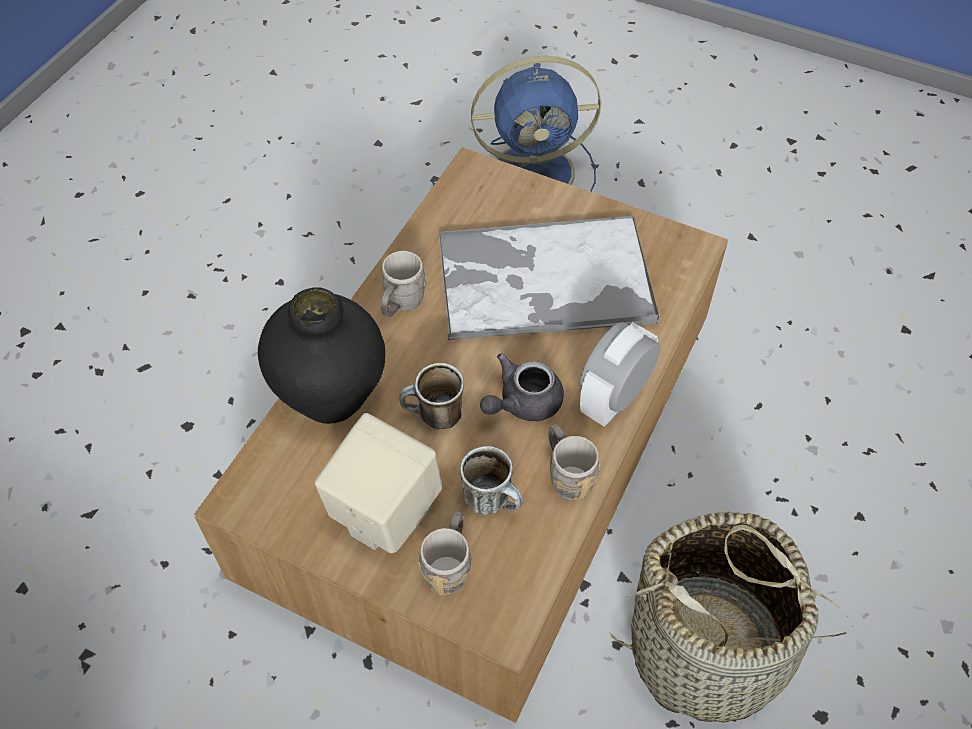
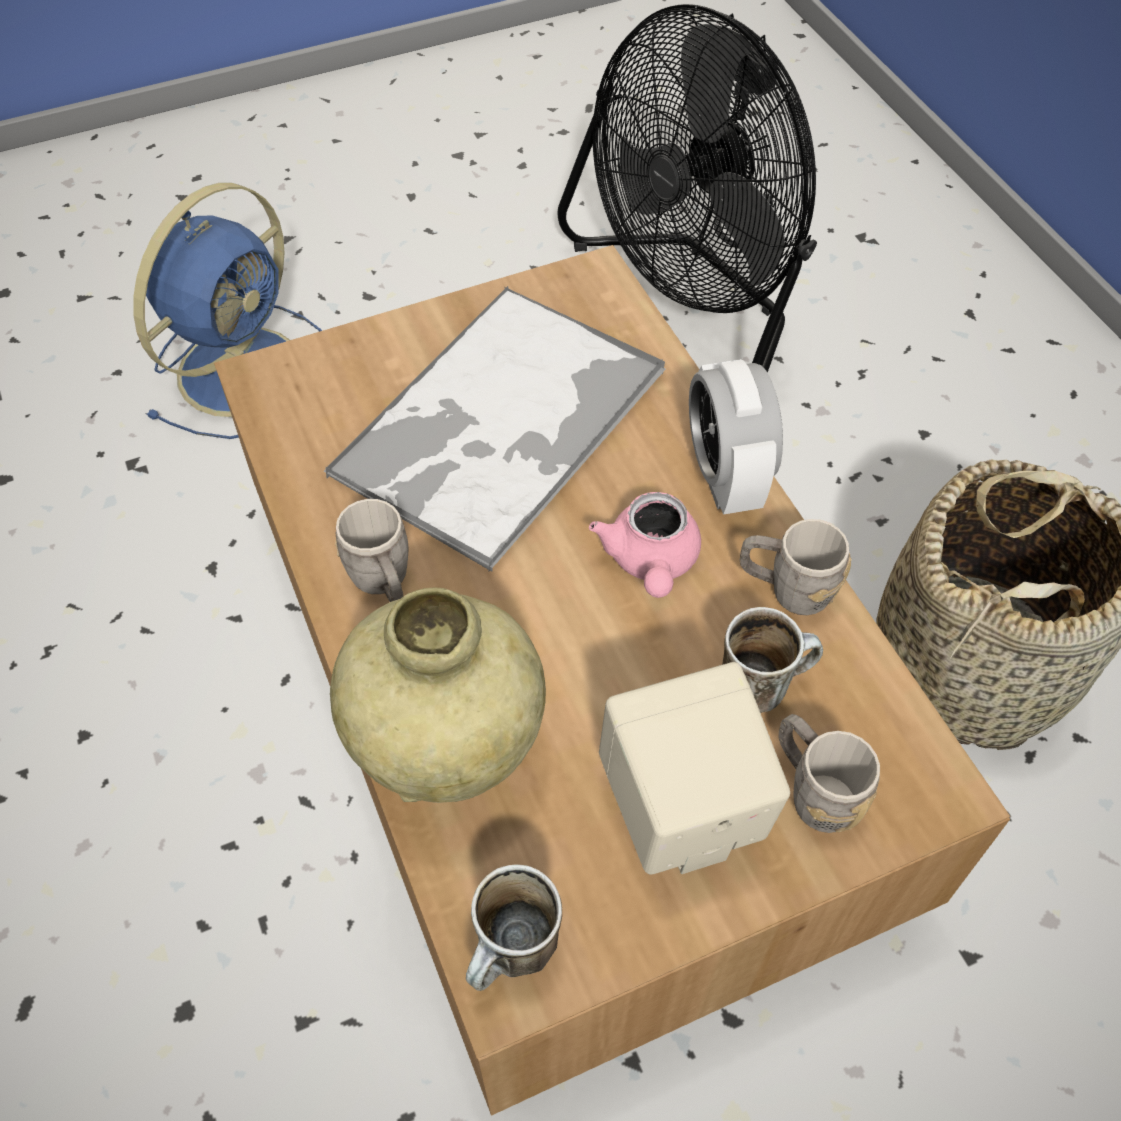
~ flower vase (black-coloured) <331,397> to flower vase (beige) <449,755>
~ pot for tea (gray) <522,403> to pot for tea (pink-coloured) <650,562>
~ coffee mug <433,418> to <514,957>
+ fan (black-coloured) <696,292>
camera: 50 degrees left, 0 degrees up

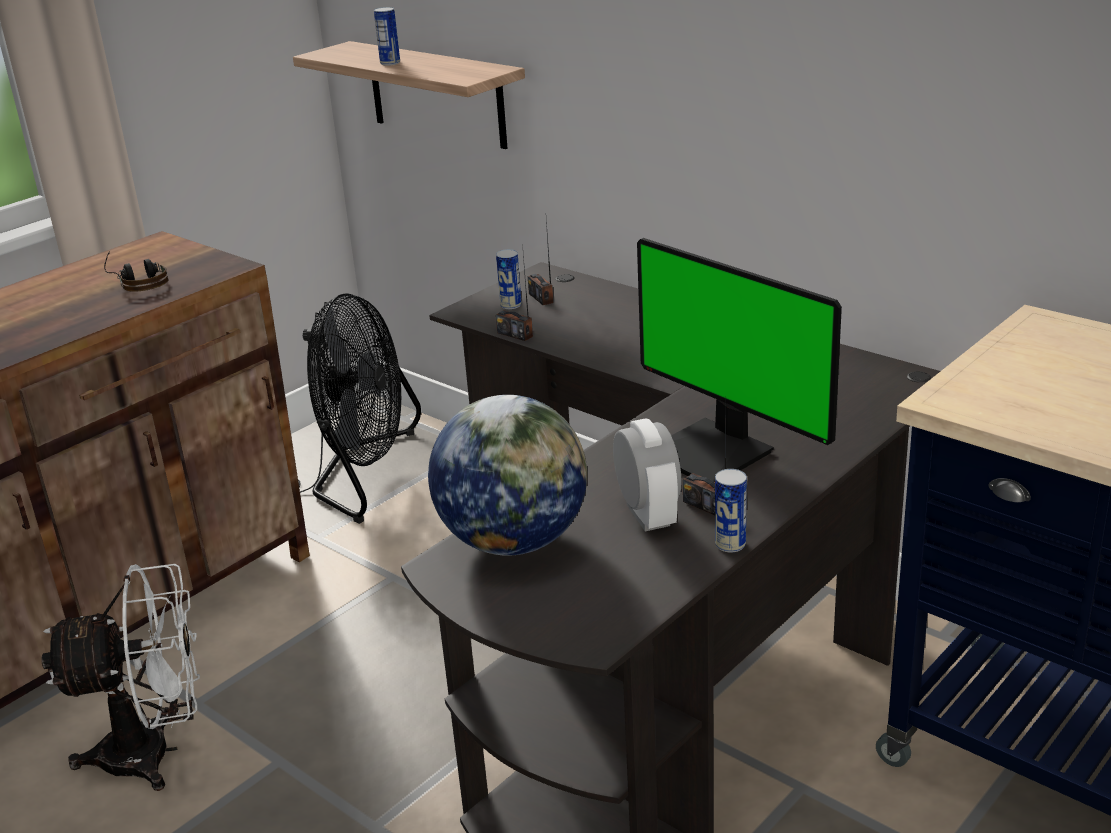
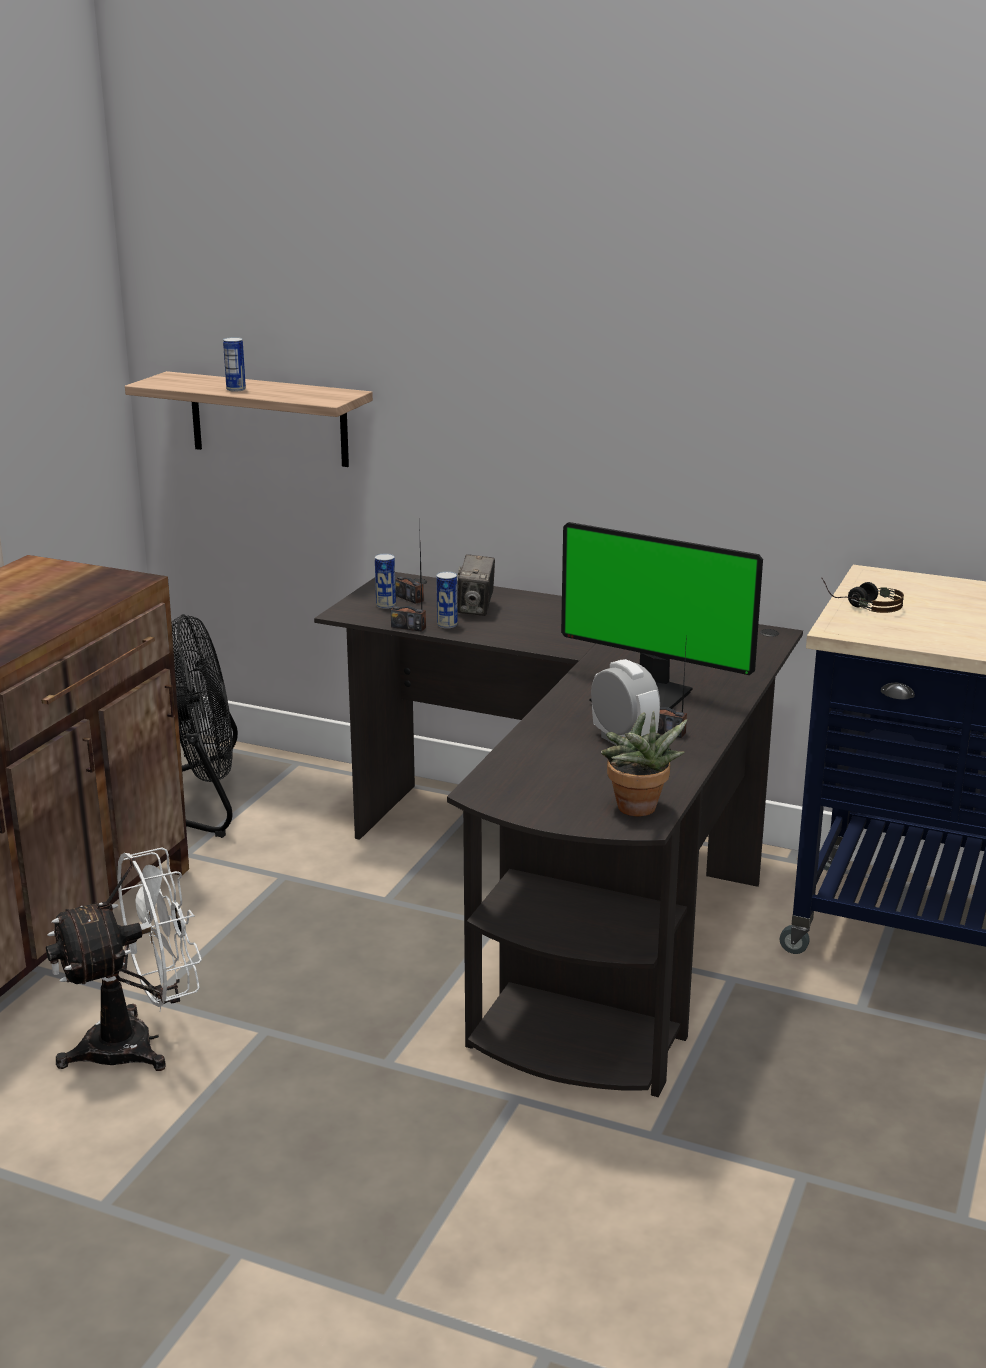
~ headset <138,281> to <861,605>
- globe <514,541>
~ metal can <730,544> to <447,625>
+ still camera <476,609>
+ plant in a pot <638,811>
camera: 20 degrees left, 5 degrees down

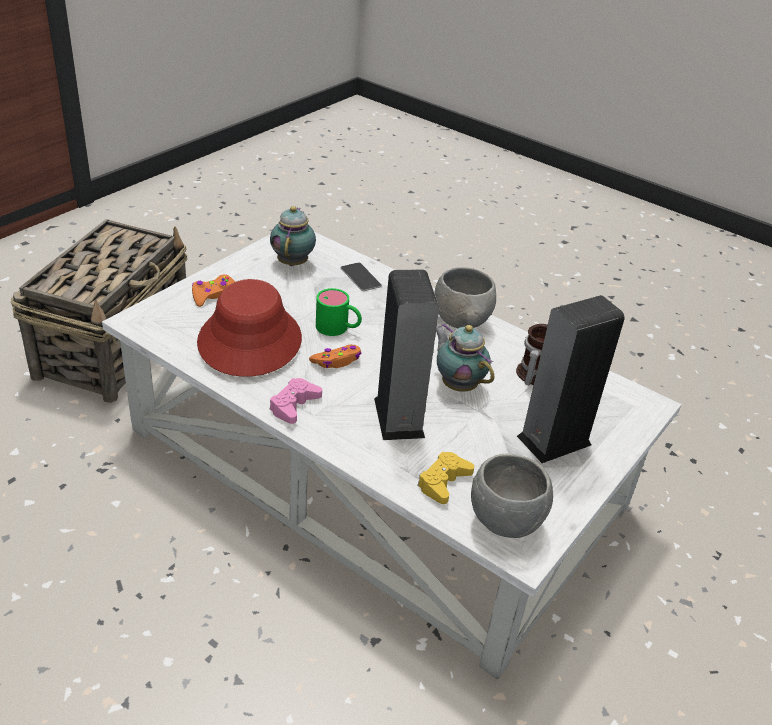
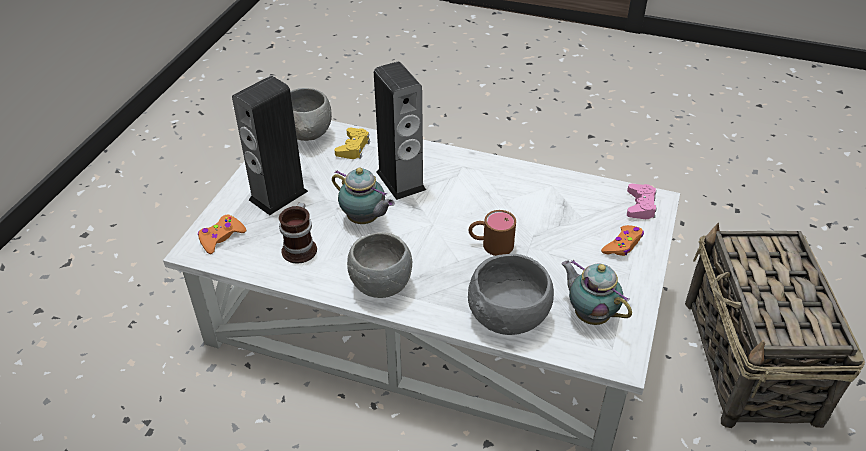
~ pot for tea <293,262> = <590,314> 150 degrees clockwise
~ phone <360,277> to deep dish (gray) <508,317>
- wearable hat (red-coloured) <249,341>
~ coffee mug (green-coloured) <338,328> to coffee mug (brownish) <490,244>
~ game controller (orangey) <337,361> to <221,238>
~ game controller (pink-coloured) <294,405> to <640,206>
camera: 165 degrees right, 5 degrees up

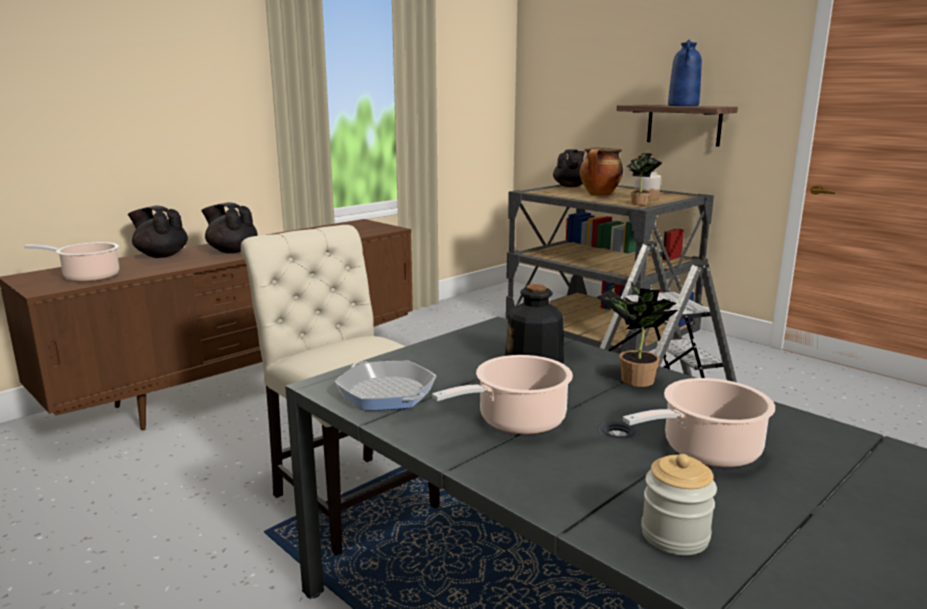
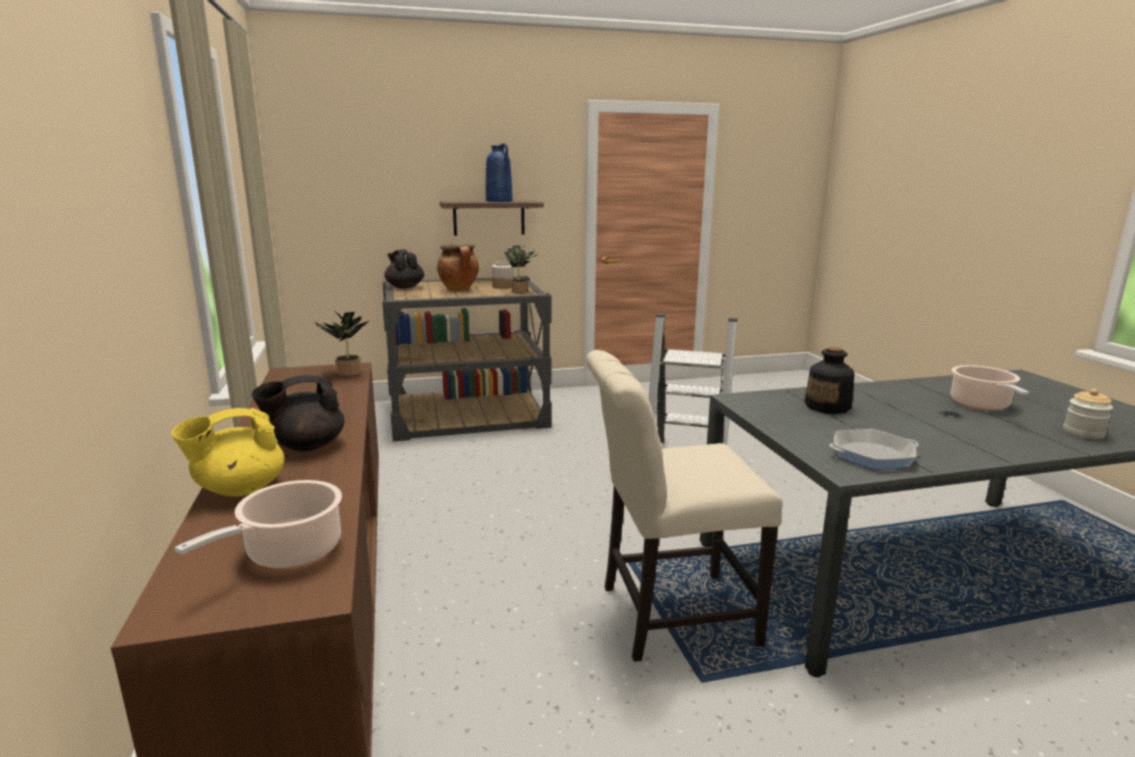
~ pot for tea (black-coloured) <161,255> to pot for tea (yellow-coloured) <239,489>
~ plant in a pot <632,379> to <346,373>
- saucepot <517,421>
camera: 60 degrees left, 0 degrees up

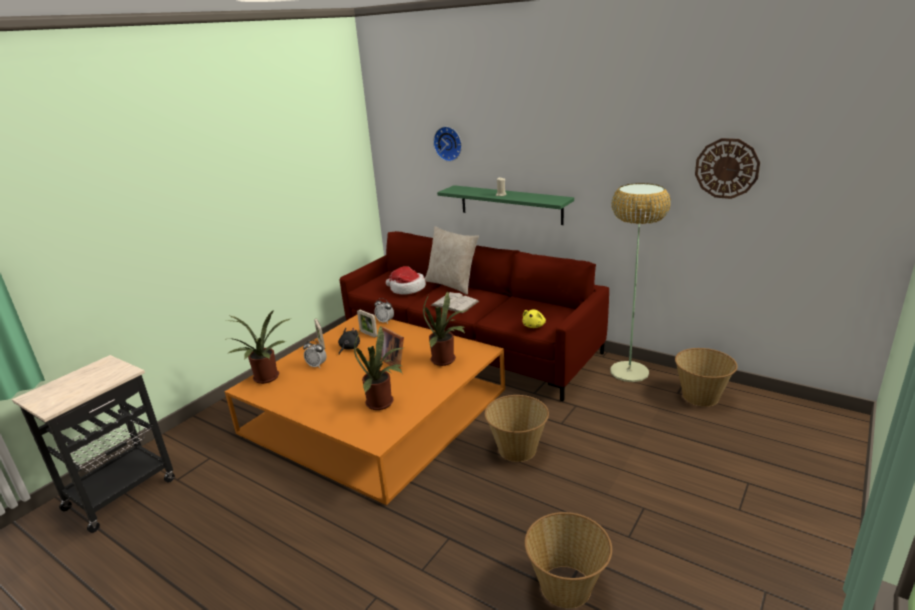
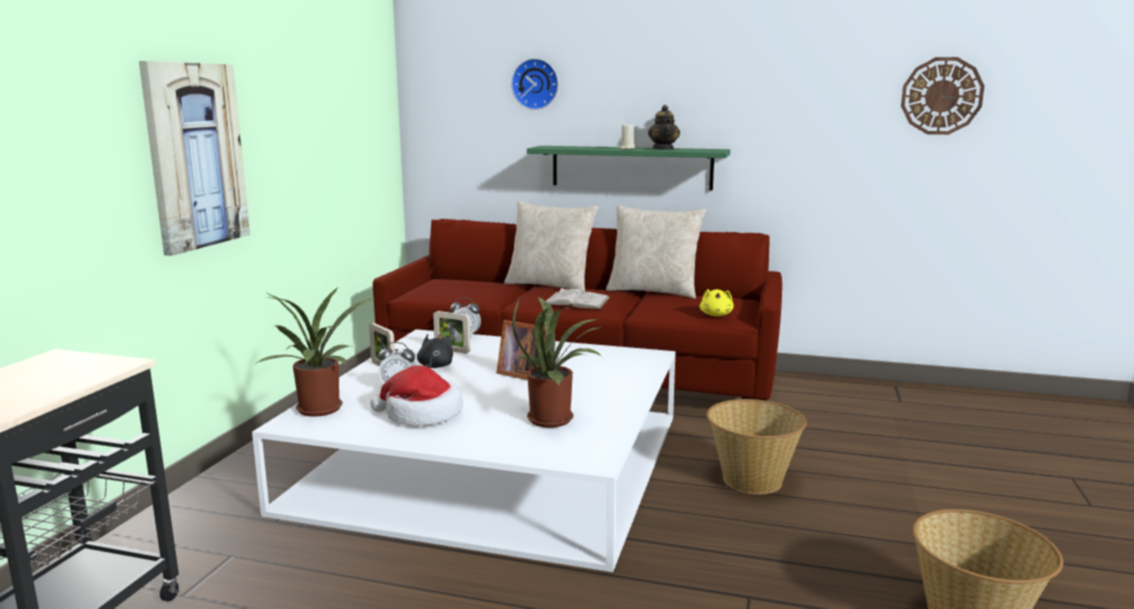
- standing lamp <629,371>
~ wearable hat <407,289> to <421,414>
- plant in a pot <446,360>
~ coffee table (orangey) <375,410> to coffee table (white-coloured) <495,460>
- basket <701,396>
+ picture <196,156>
+ pot for tea <663,149>
+ cushion (beige) <653,291>
camera: 20 degrees left, 10 degrees down

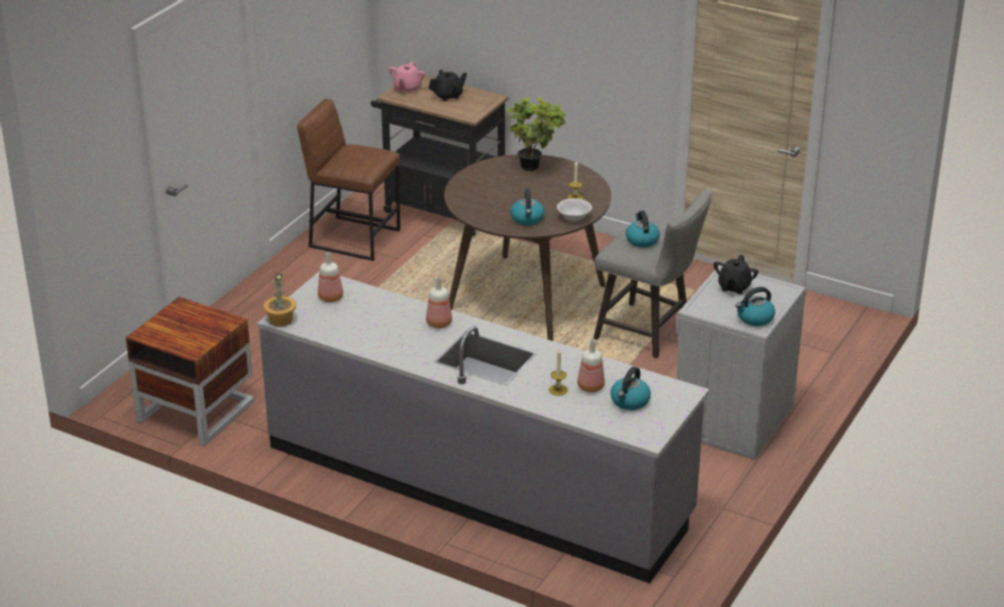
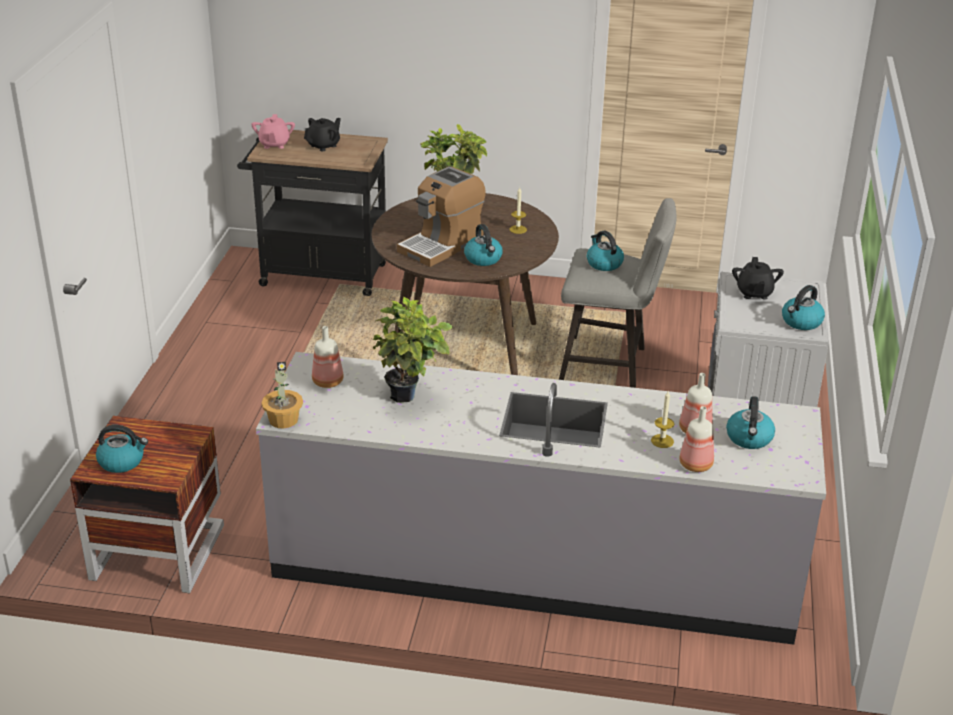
- upright chair (brownish) <353,238>
- deep dish (white-coloured) <574,218>
~ drink bottle <438,324> to <695,465>
+ coffee machine <442,244>
+ plant in a pot <409,398>
+ kettle <122,461>
camera: 20 degrees left, 0 degrees up

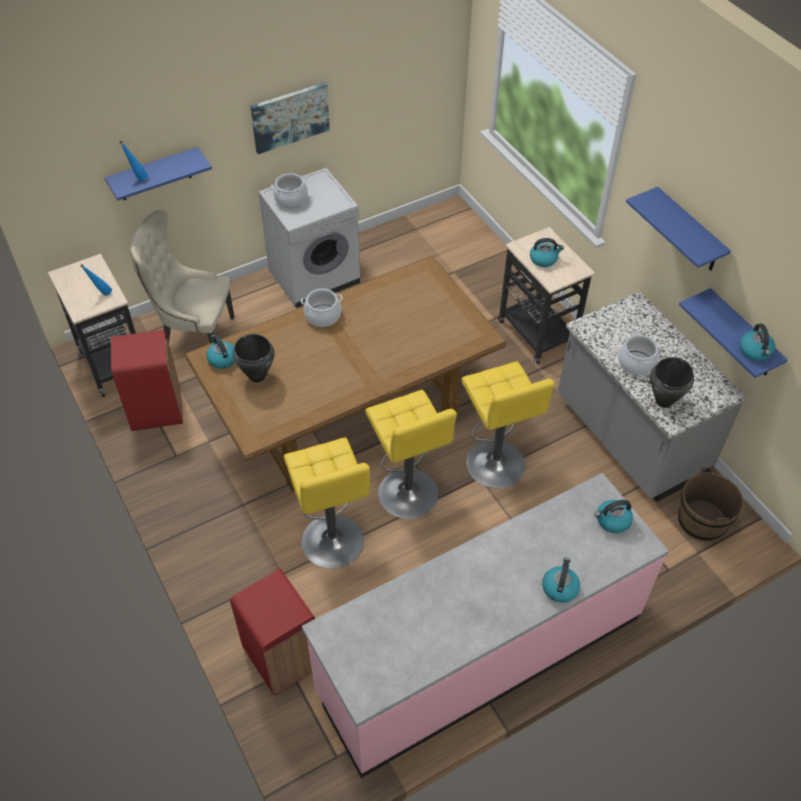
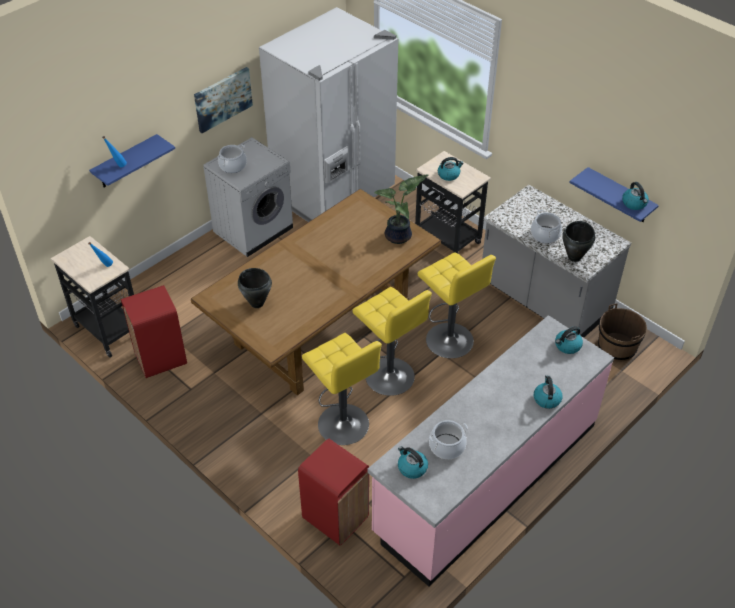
- bracket shelf (blue) <689,231>
- upright chair (beige) <196,336>
~ saucepot <323,316> to <447,446>
~ kettle <222,359> to <412,468>
+ fridge (white-coloured) <334,193>
+ plant in a pot <400,236>
camera: 15 degrees left, 5 degrees down

